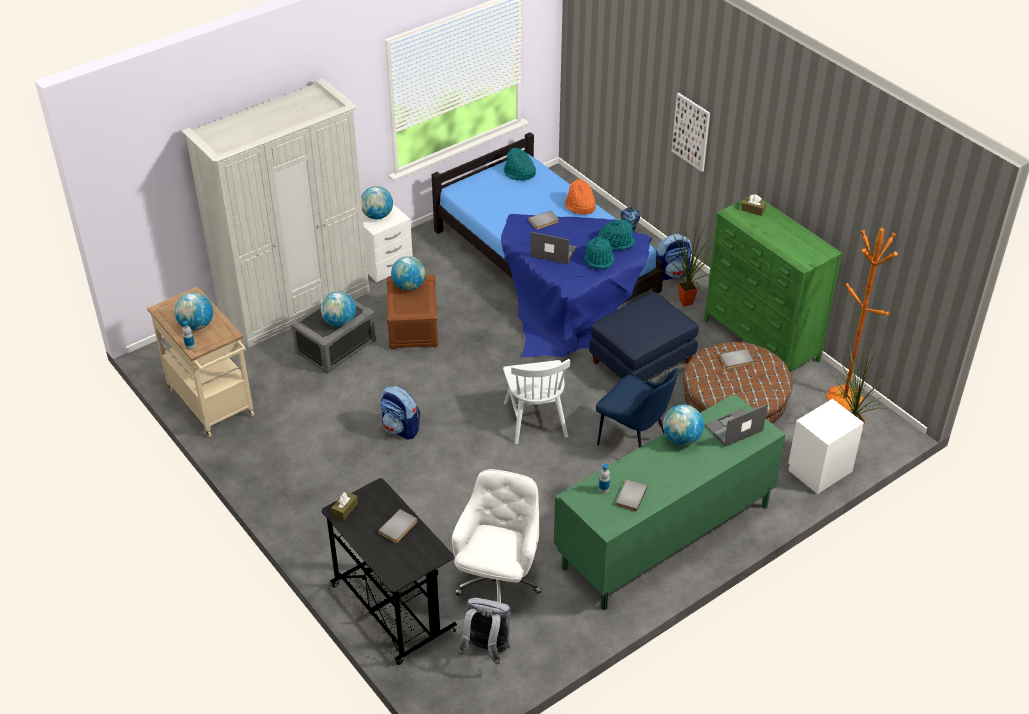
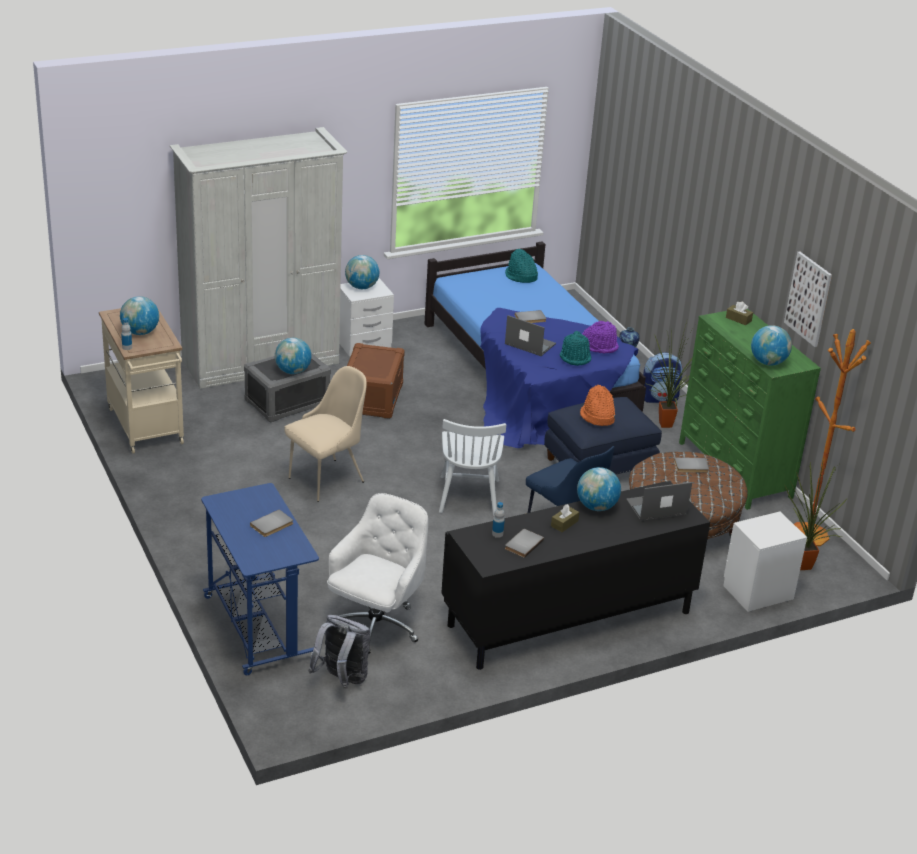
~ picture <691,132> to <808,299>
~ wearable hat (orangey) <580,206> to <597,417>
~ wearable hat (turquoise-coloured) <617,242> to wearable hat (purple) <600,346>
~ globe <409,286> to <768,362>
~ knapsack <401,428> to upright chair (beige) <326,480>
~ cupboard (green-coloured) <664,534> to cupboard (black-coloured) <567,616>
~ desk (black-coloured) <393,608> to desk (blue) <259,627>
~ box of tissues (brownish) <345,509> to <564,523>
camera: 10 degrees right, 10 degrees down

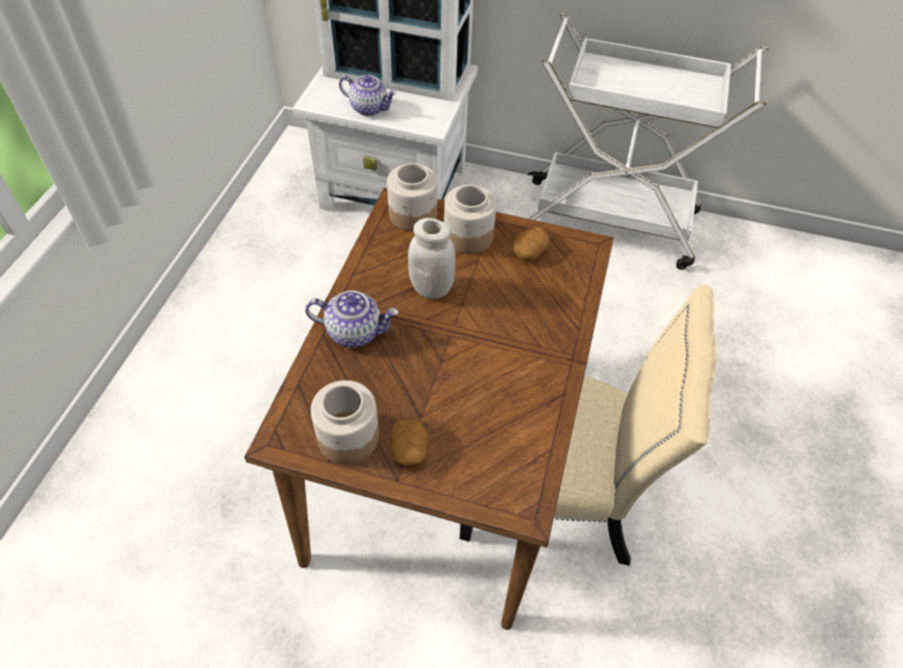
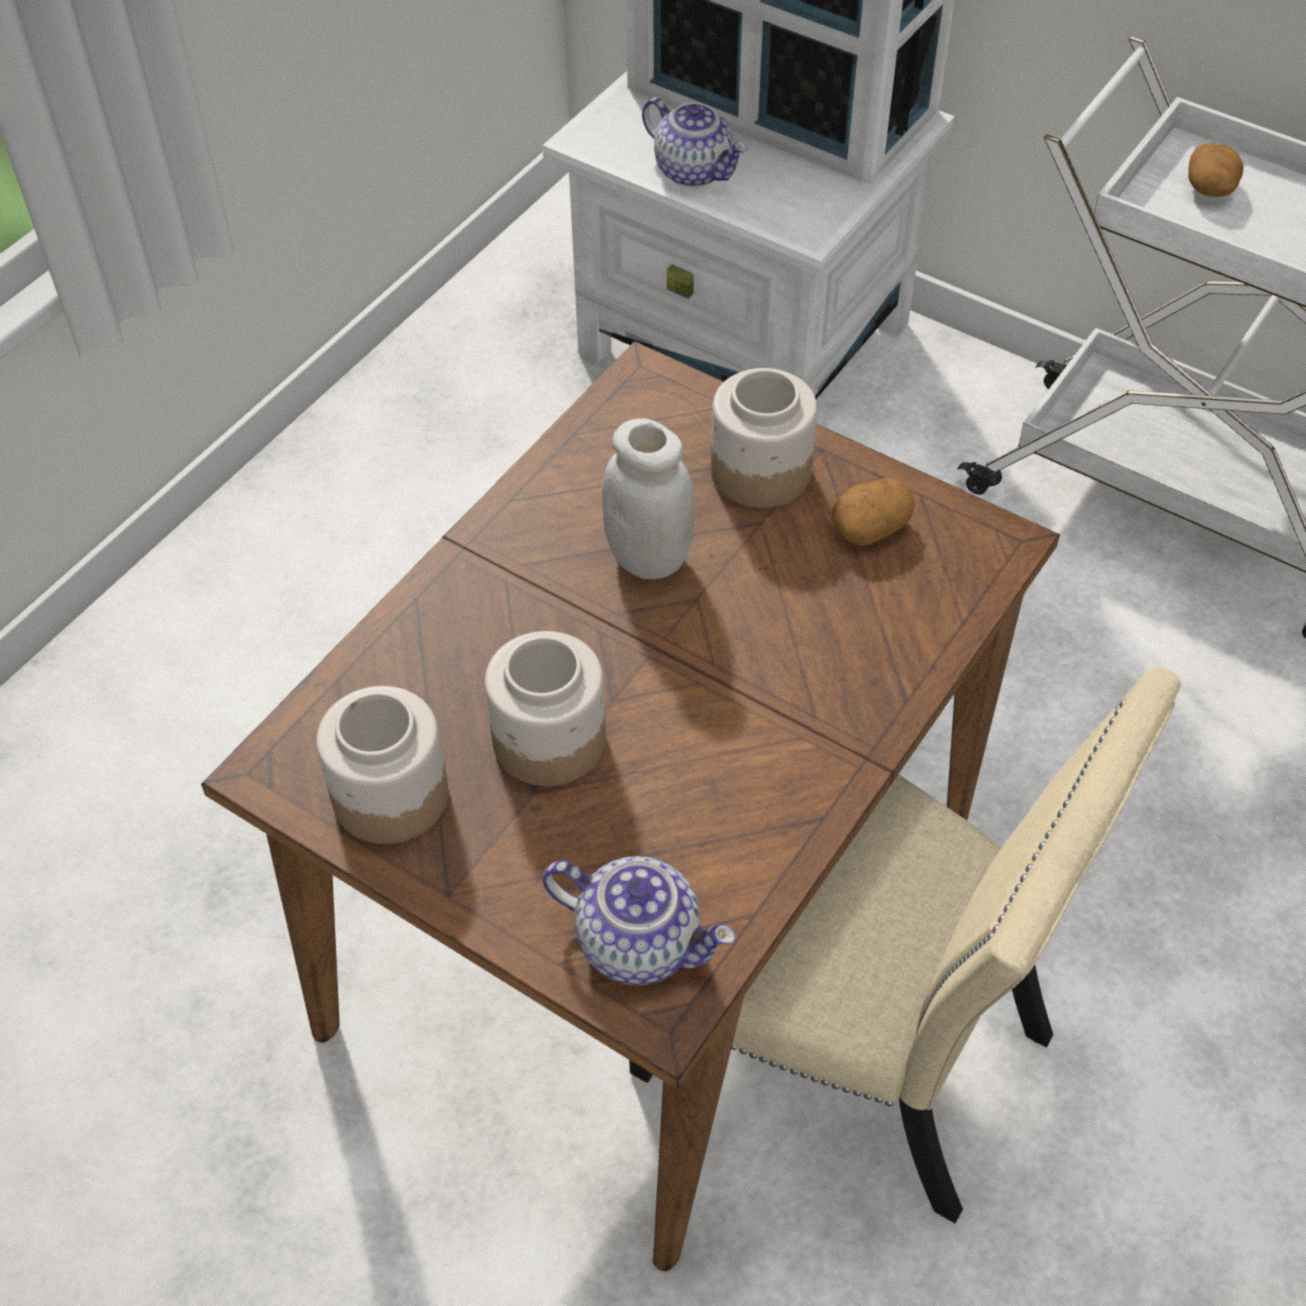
~ storage jar <413,215> to <549,741>
~ pot for tea <355,331> to <640,942>
~ spud <409,449> to <1210,187>
camera: 20 degrees right, 0 degrees up

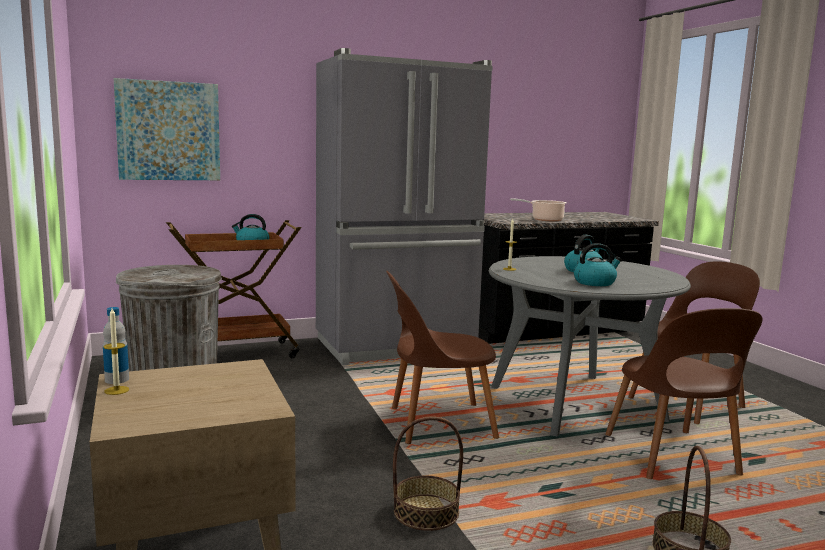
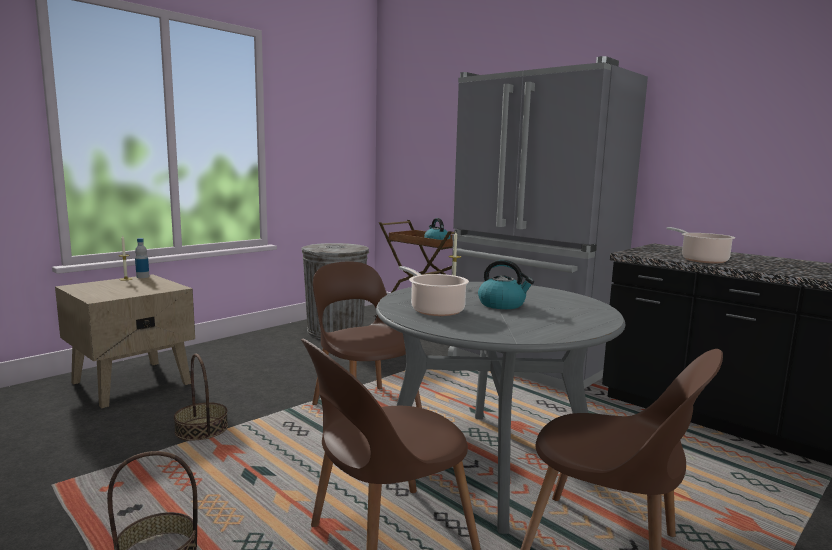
- picture <168,131>
~ kettle <595,282> to saucepot <435,310>
camera: 65 degrees right, 0 degrees up

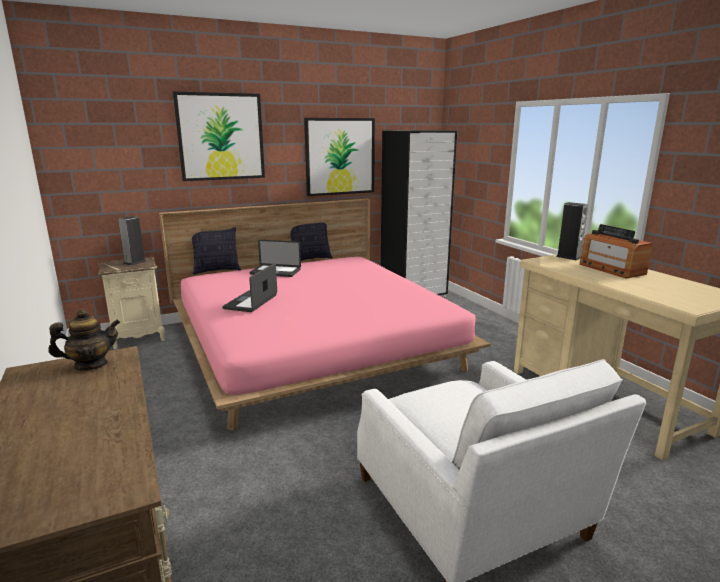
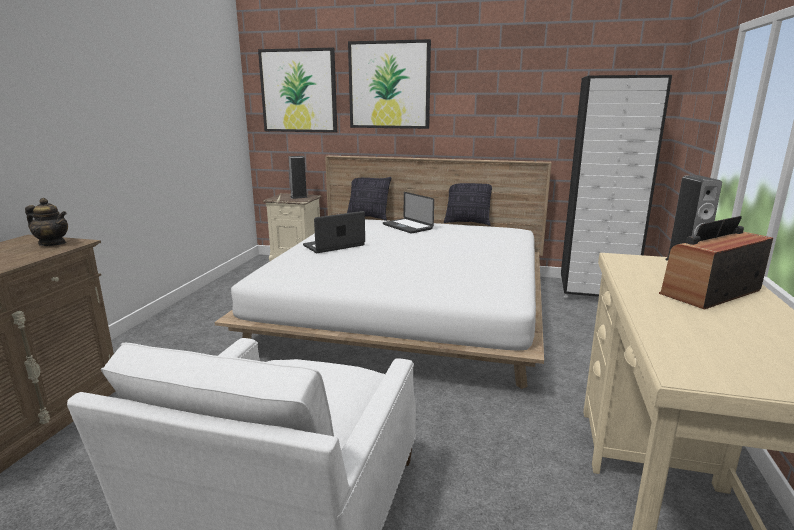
~ picture <340,156> to <298,91>
~ sleeping bed (pink-coloured) <314,347> to sleeping bed (white-coloured) <407,311>
~ radio set <611,269> = <710,292> 45 degrees clockwise
camera: 40 degrees right, 0 degrees up

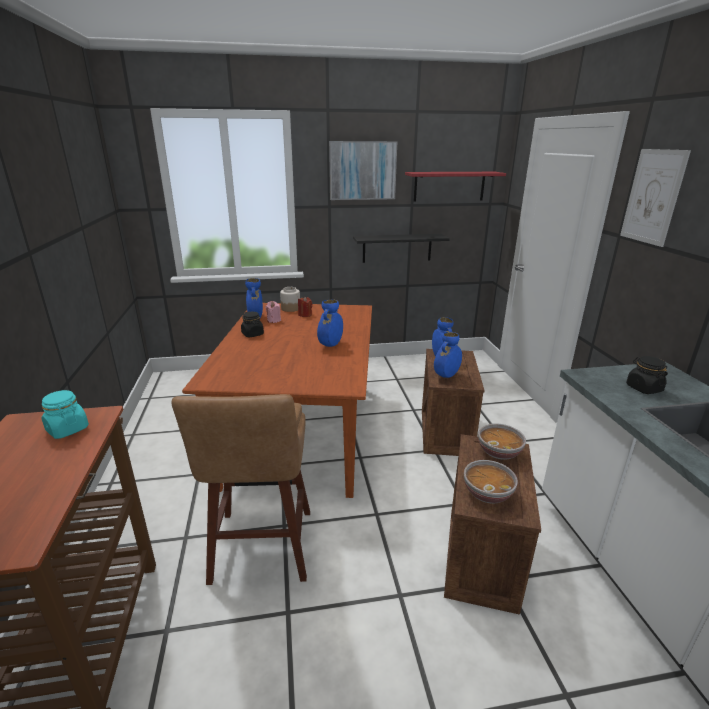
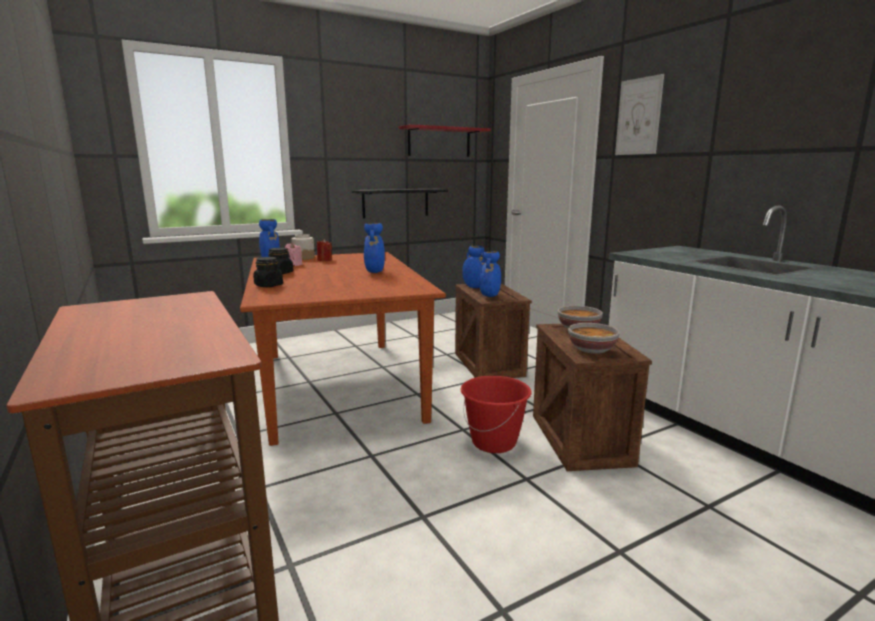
- picture <362,170>
~ storage jar (black-coloured) <643,388> to <268,285>
- storage jar (turquoise-coloured) <67,429>
- stool (brownish) <261,549>
+ water bucket (red-coloured) <494,442>
camera: 20 degrees left, 10 degrees down

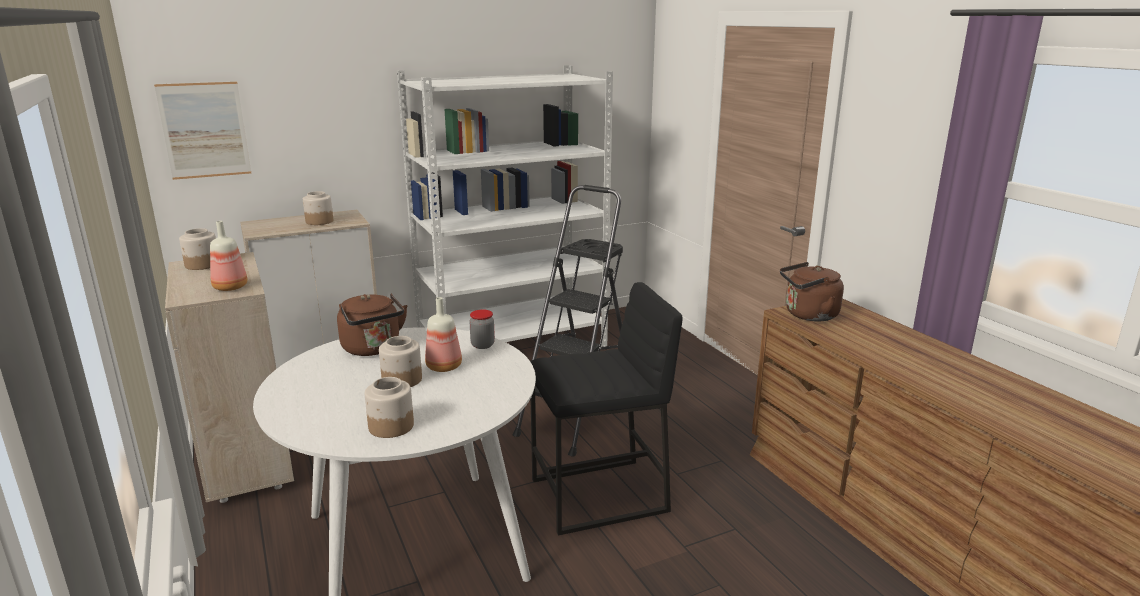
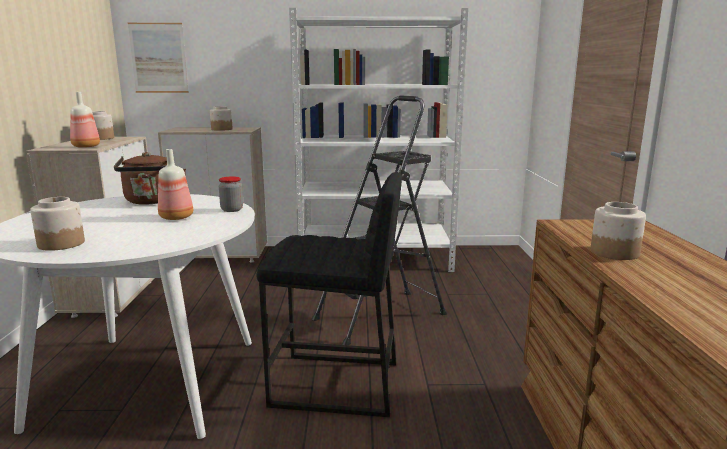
- kettle (brownish) <808,315>
~ storage jar <401,380> to <614,252>
camera: 25 degrees right, 5 degrees down

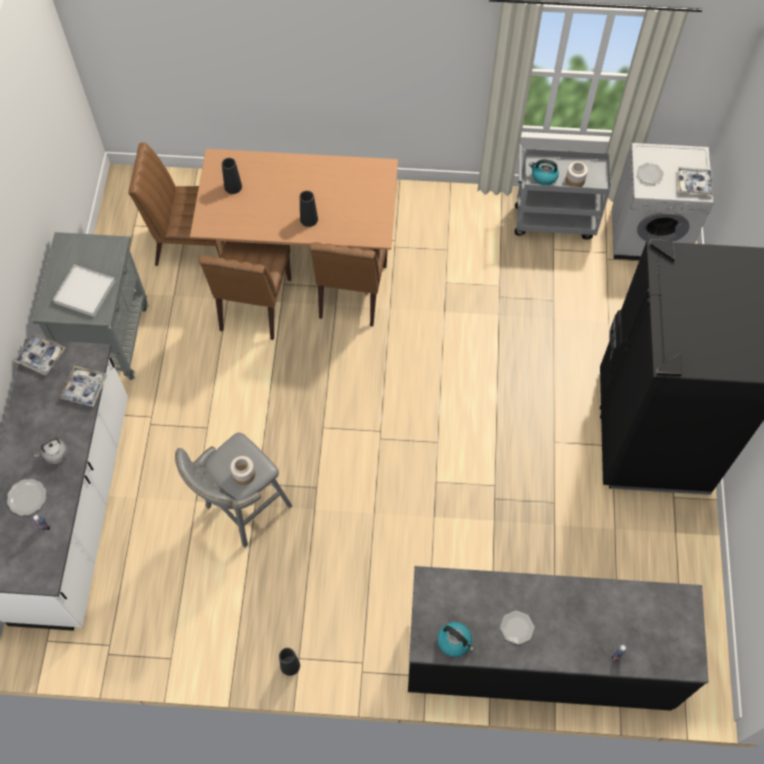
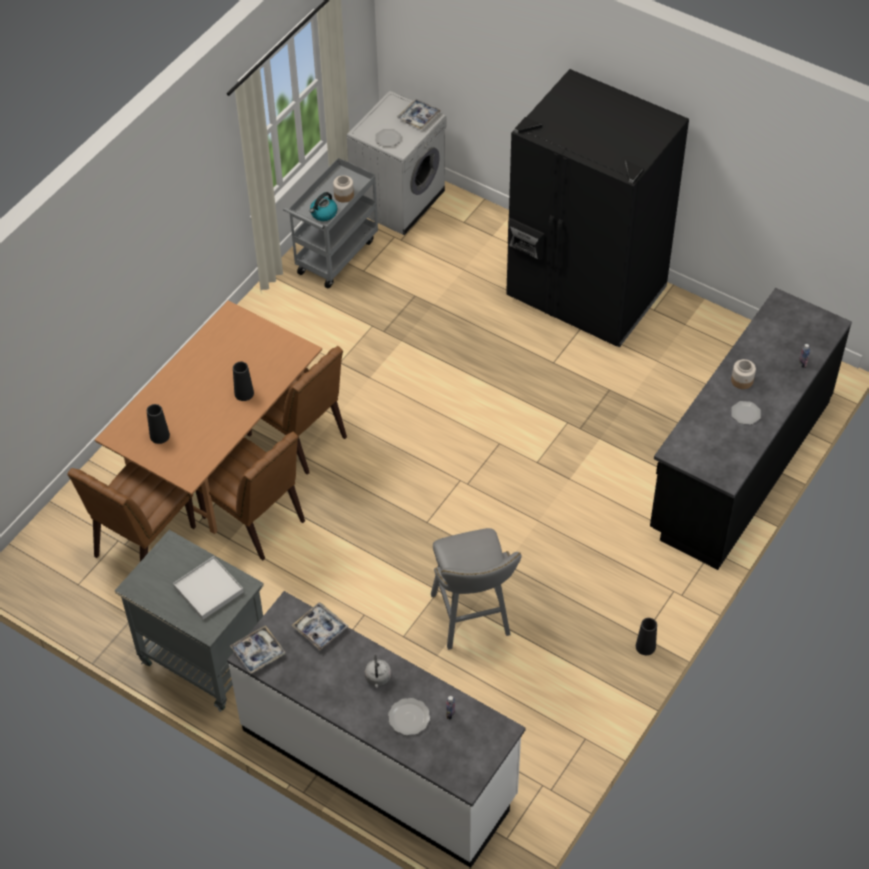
~ storage jar <244,474> to <742,381>
- kettle <455,641>
camera: 60 degrees left, 10 degrees down

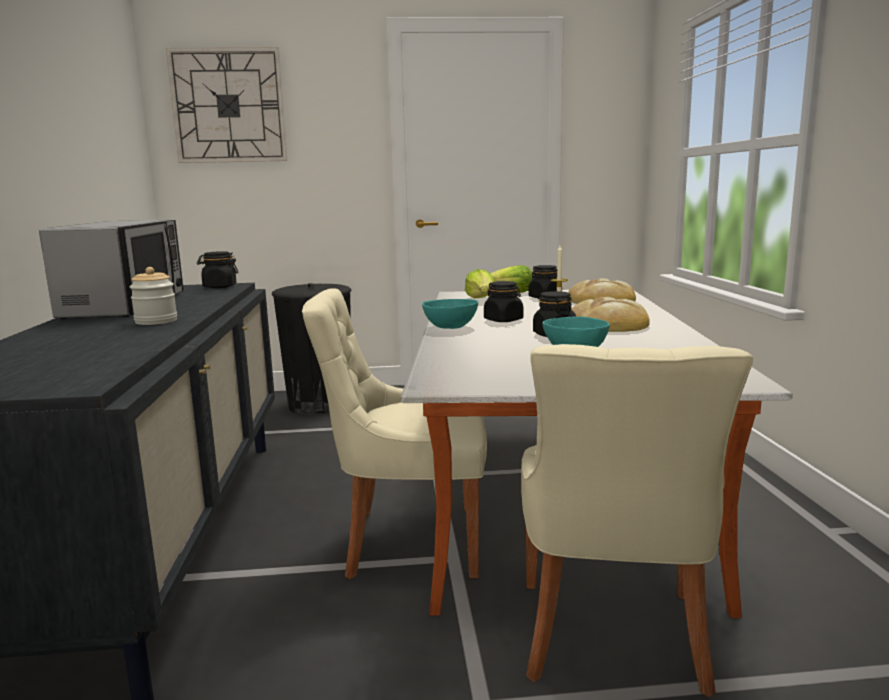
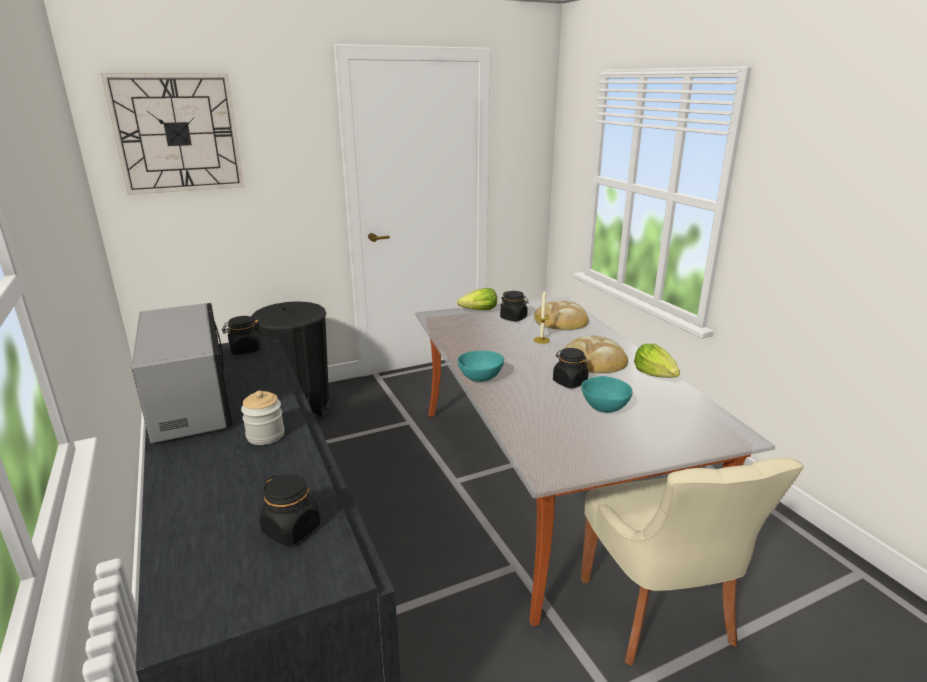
~ lettuce head <481,299> to <655,375>
~ storage jar (black-coloured) <503,320> to <292,529>
- upright chair (beige) <407,541>
camera: 20 degrees left, 10 degrees up

